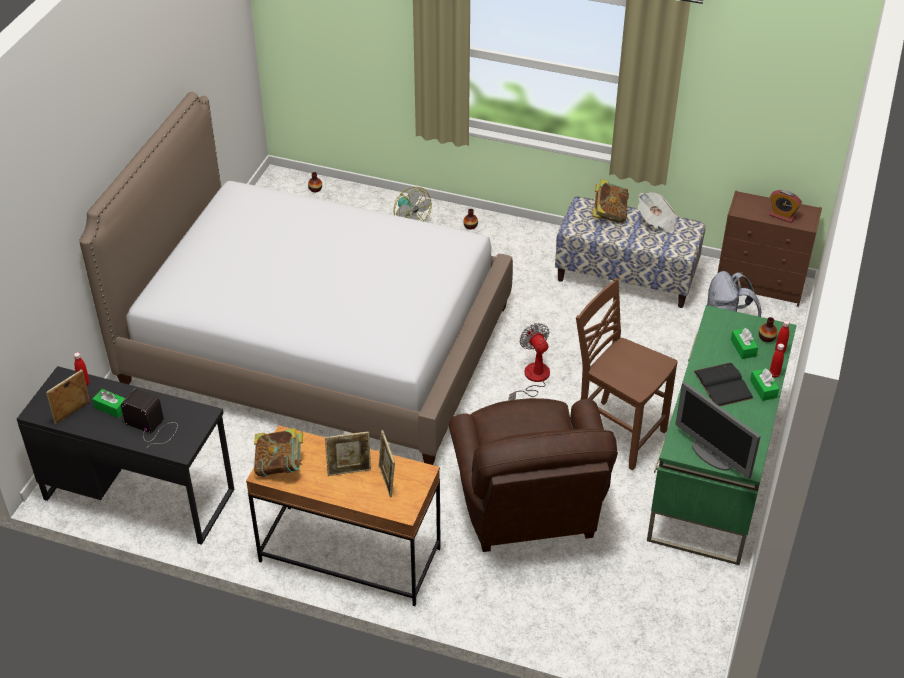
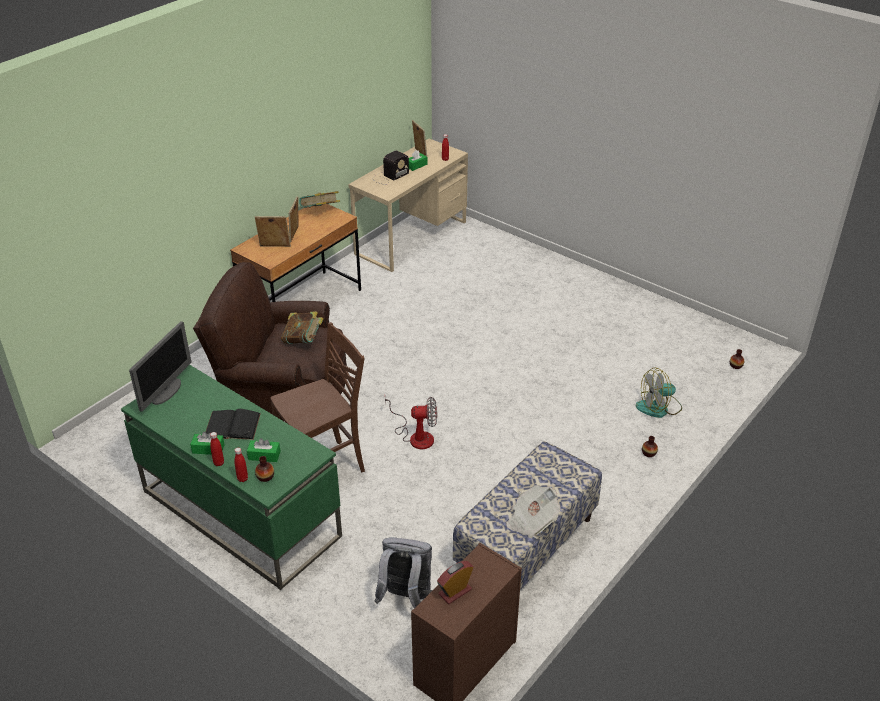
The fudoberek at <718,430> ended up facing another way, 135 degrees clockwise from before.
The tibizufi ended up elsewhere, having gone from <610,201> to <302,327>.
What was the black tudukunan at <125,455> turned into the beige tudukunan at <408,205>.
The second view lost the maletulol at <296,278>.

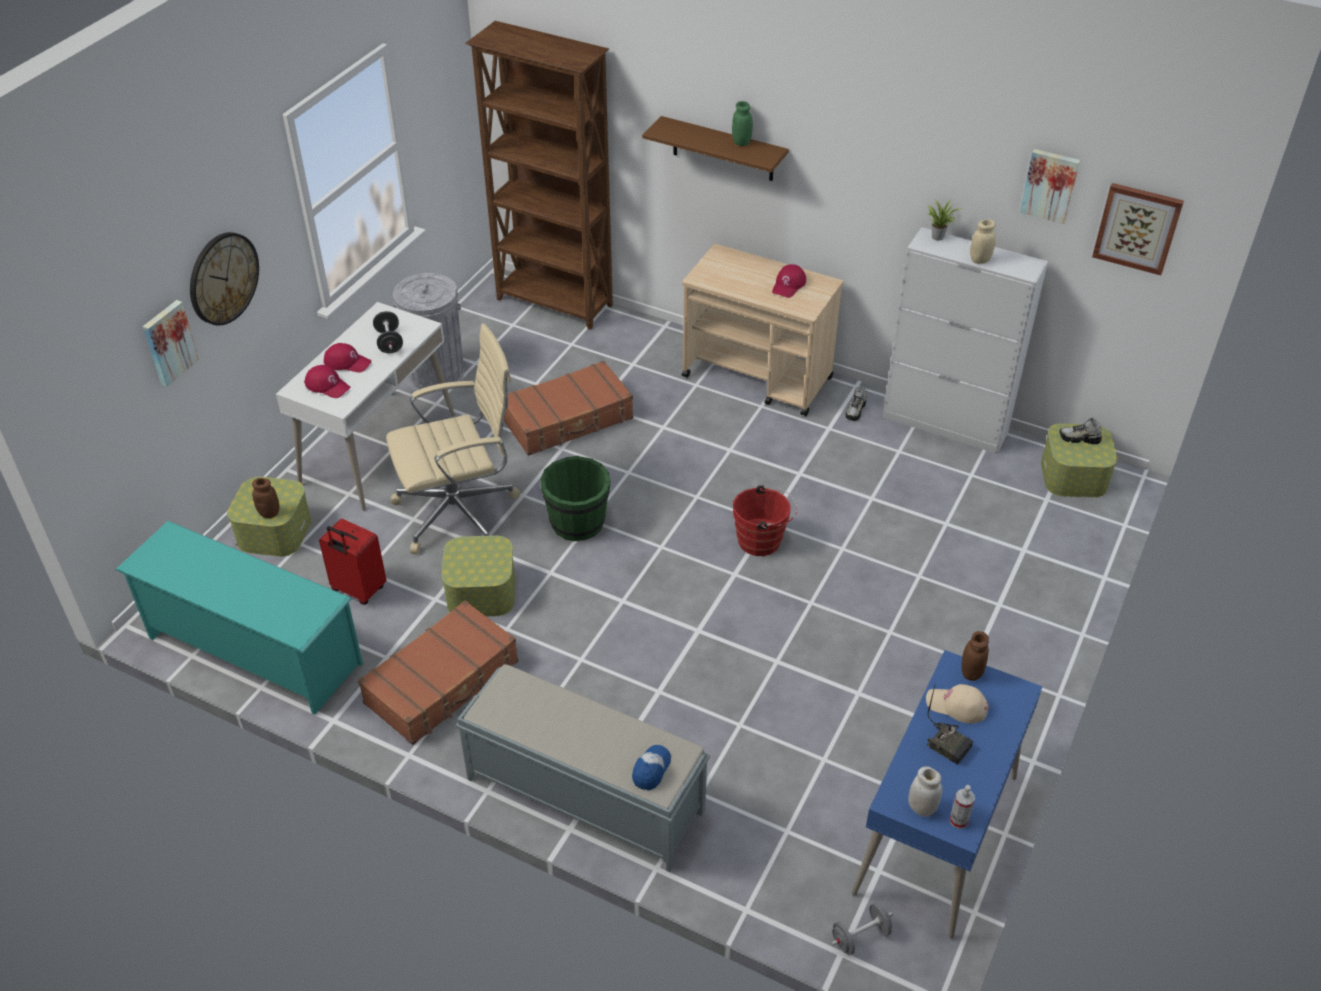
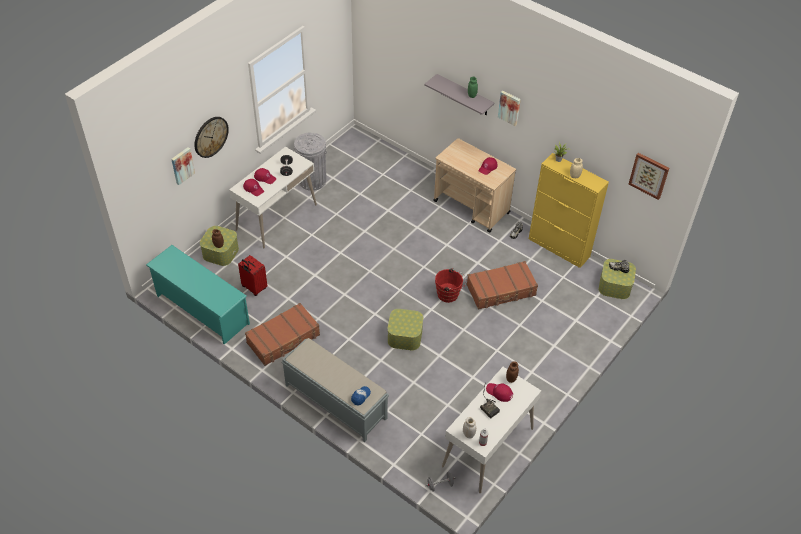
The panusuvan ended up elsewhere, having gone from <478,576> to <405,329>.
What was the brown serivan at <715,148> turned into the grey serivan at <459,94>.
What was the blue tudukunan at <947,794> turned into the white tudukunan at <491,430>.
The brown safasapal ended up elsewhere, having gone from <568,408> to <502,285>.
What was the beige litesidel at <957,703> turned into the red litesidel at <499,392>.
The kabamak ended up elsewhere, having gone from <1050,186> to <509,108>.
What was the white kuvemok at <965,340> turned into the yellow kuvemok at <569,210>.
The second view lost the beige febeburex at <453,438>.
The second view lost the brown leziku at <539,175>.
The second view lost the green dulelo at <575,498>.

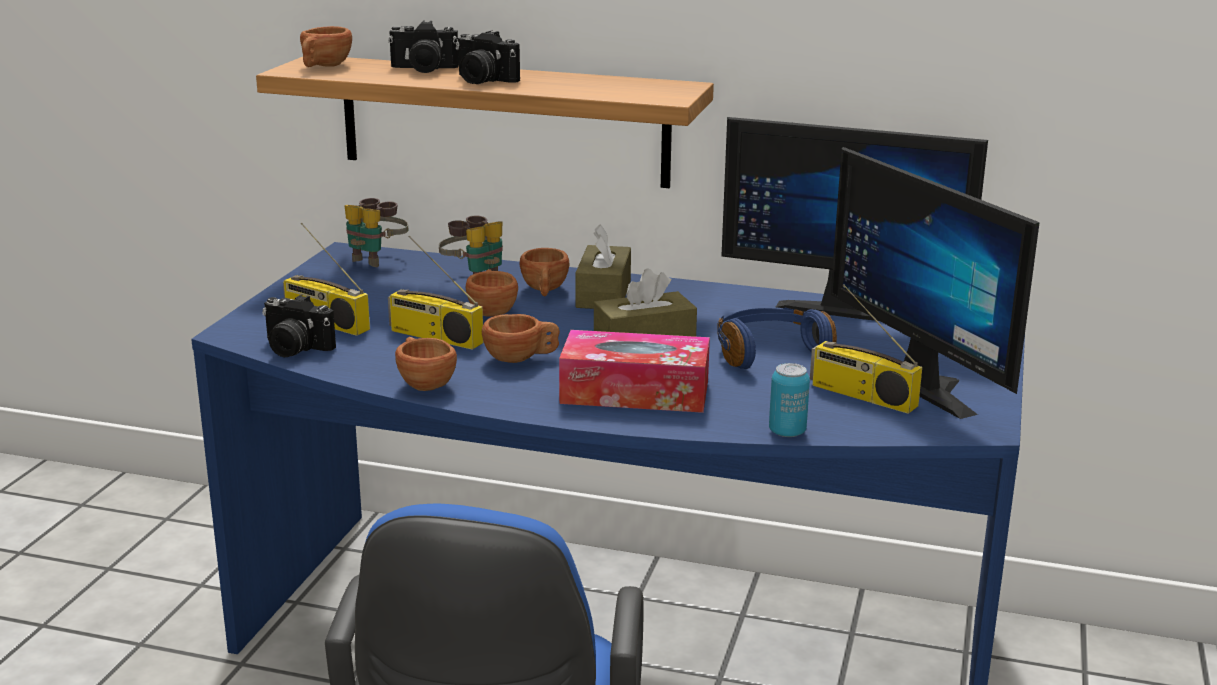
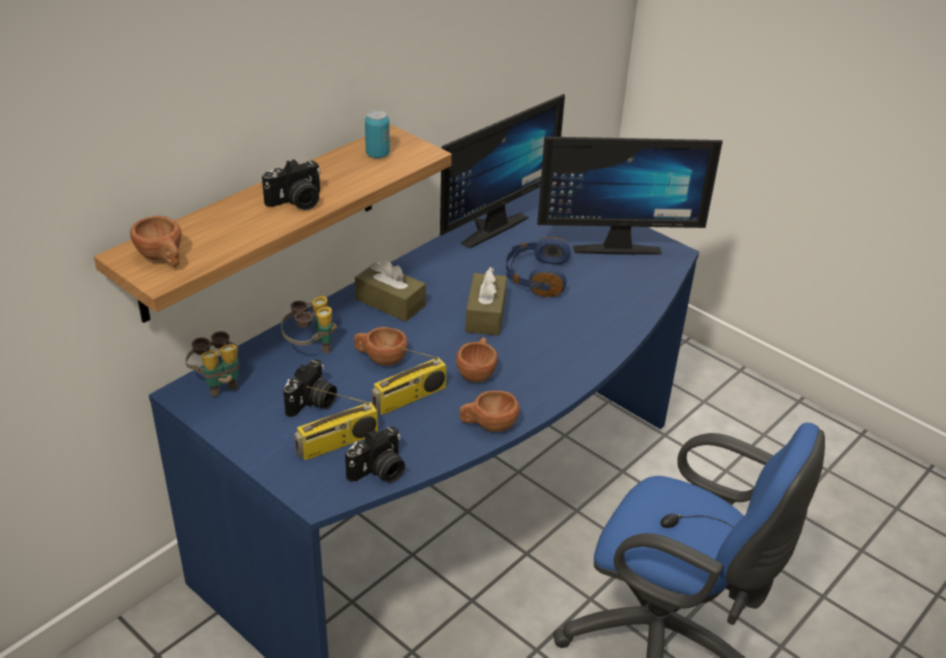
The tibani ended up elsewhere, having gone from <423,47> to <310,388>.
The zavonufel ended up elsewhere, having gone from <789,400> to <377,134>.
The second view lost the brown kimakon at <544,272>.
The second view lost the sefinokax at <634,371>.
The second view lost the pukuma at <866,349>.

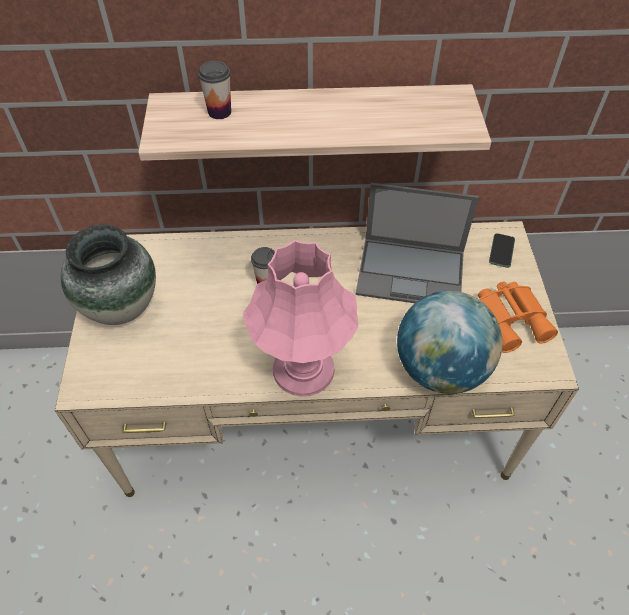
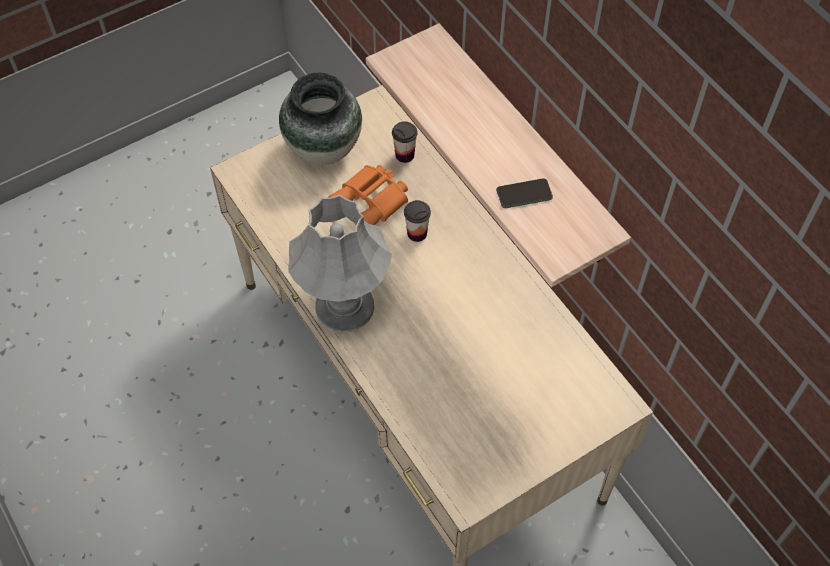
What was the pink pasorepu at <300,318> turned into the grey pasorepu at <340,263>.
The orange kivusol ended up elsewhere, having gone from <518,317> to <367,195>.
The kimakon ended up elsewhere, having gone from <214,90> to <405,142>.
The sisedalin ended up elsewhere, having gone from <502,250> to <524,193>.
The second view lost the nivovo at <417,243>.
The second view lost the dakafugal at <450,342>.

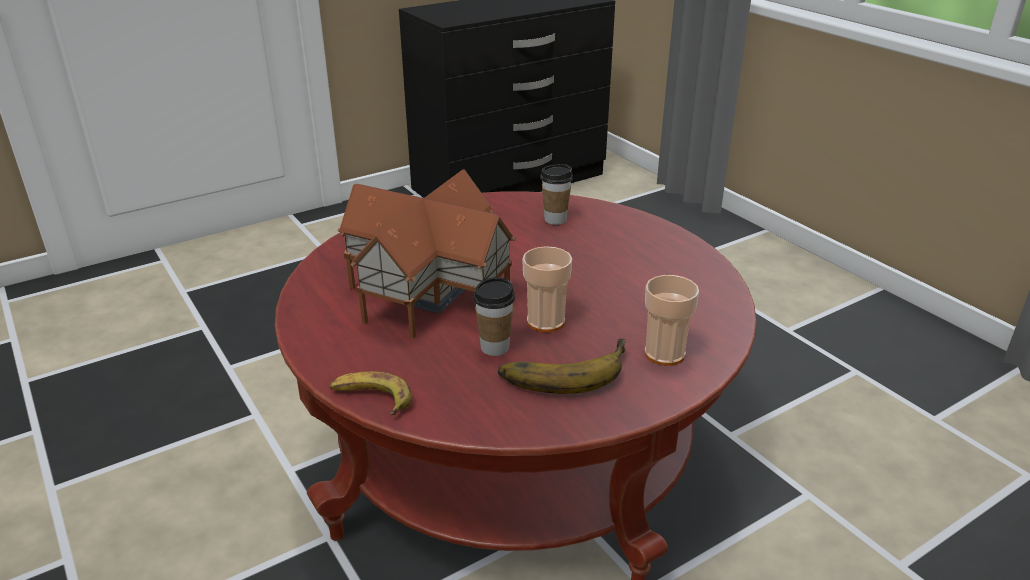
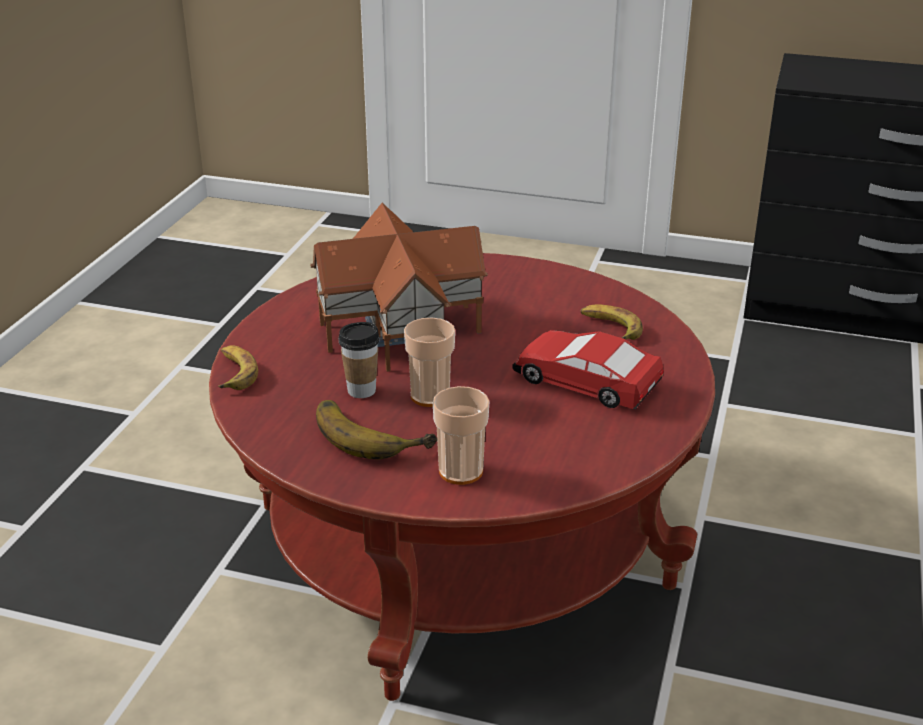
The second view gained the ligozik at <588,369>.
Where the kimakon stood at <557,194>, the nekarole came to stand at <611,322>.

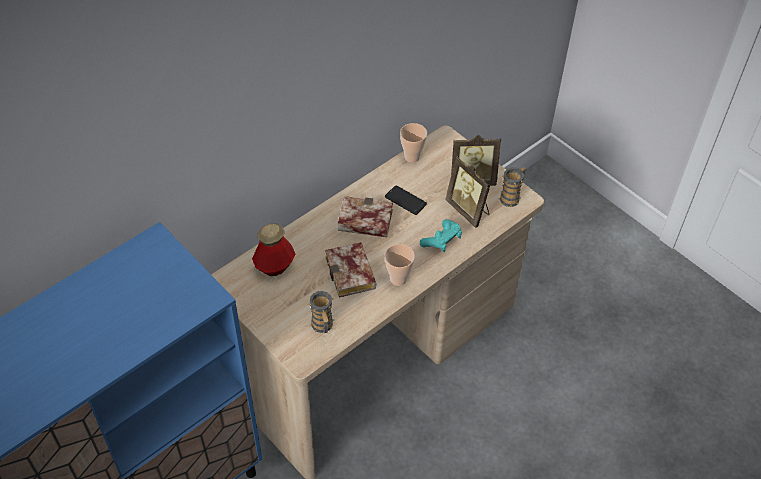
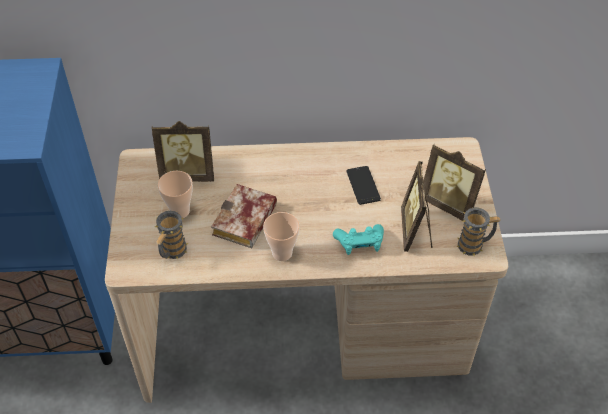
Where the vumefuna stood at <273,249>, the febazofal came to stand at <183,151>.
The kimakon ended up elsewhere, having gone from <413,143> to <175,194>.
The second view lost the tibizufi at <365,216>.

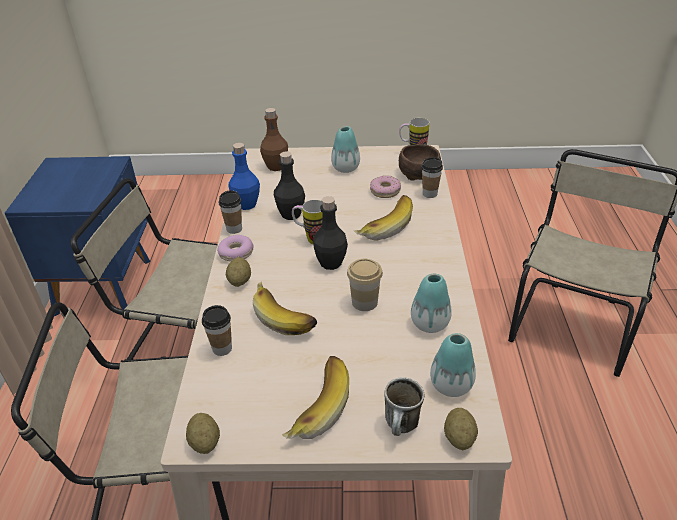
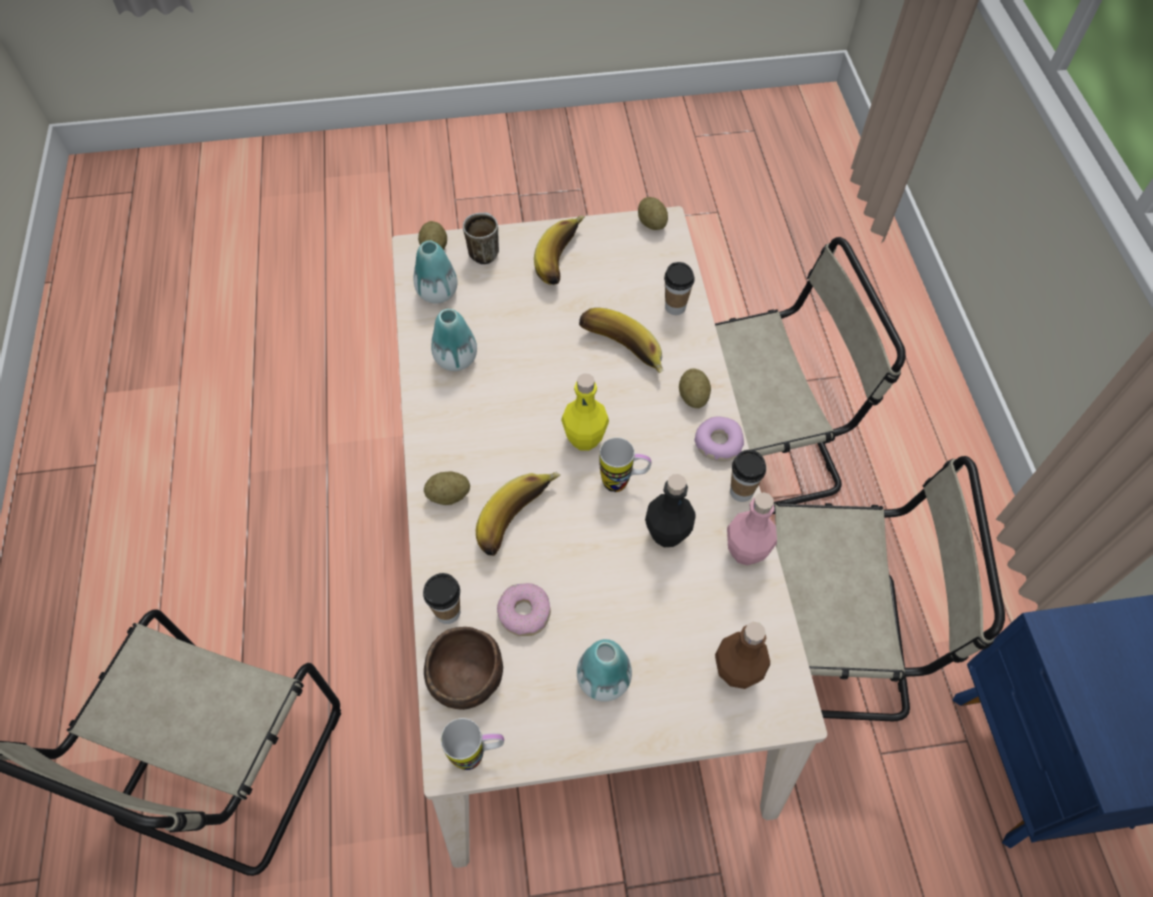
The second view gained the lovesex at <447,488>.
What was the black vumefuna at <330,233> turned into the yellow vumefuna at <585,412>.
What was the blue vumefuna at <244,176> turned into the pink vumefuna at <752,528>.
The second view lost the kimakon at <365,285>.

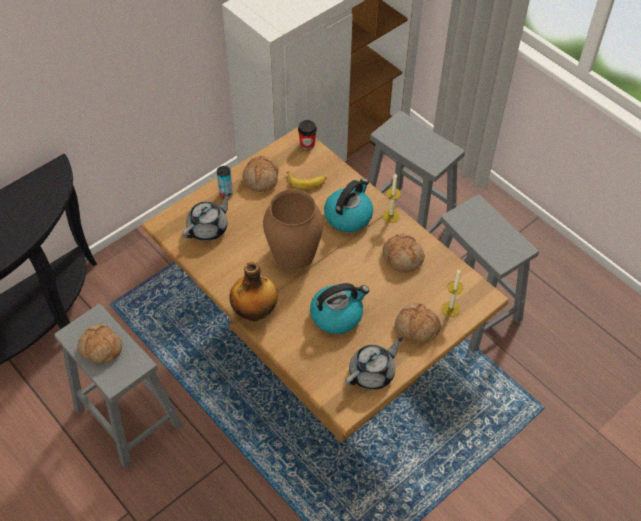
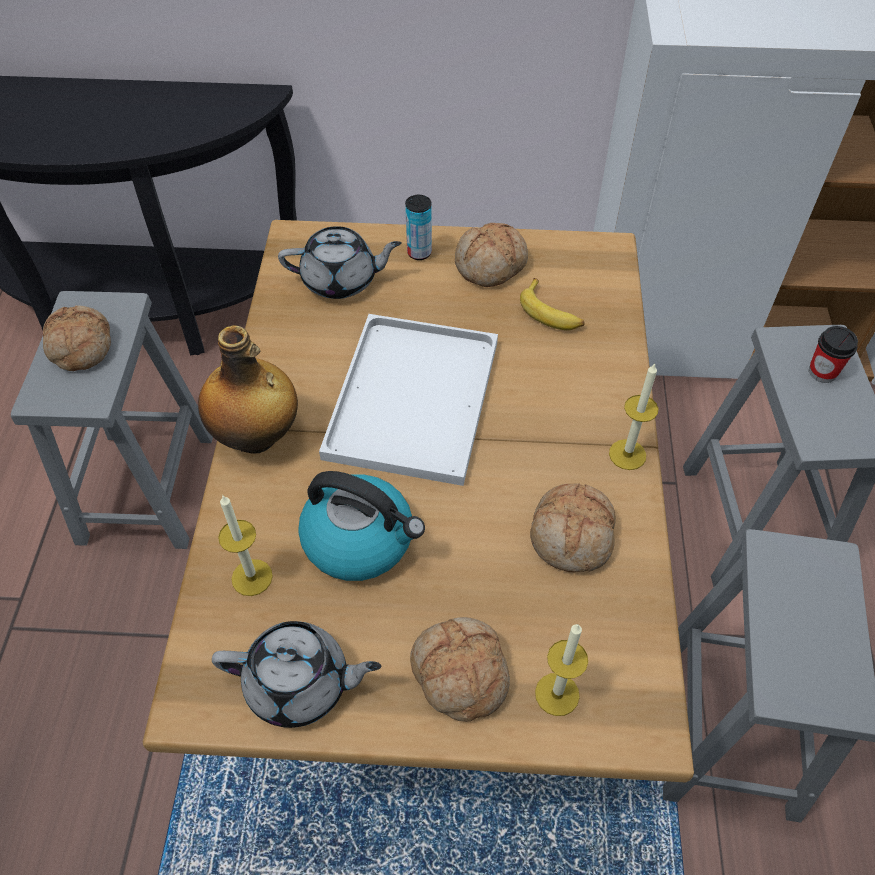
The second view gained the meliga at <245,546>.
Where the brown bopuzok stood at <293,229>, the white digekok came to stand at <408,400>.
The kimakon ended up elsewhere, having gone from <307,135> to <833,354>.
The second view lost the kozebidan at <348,205>.

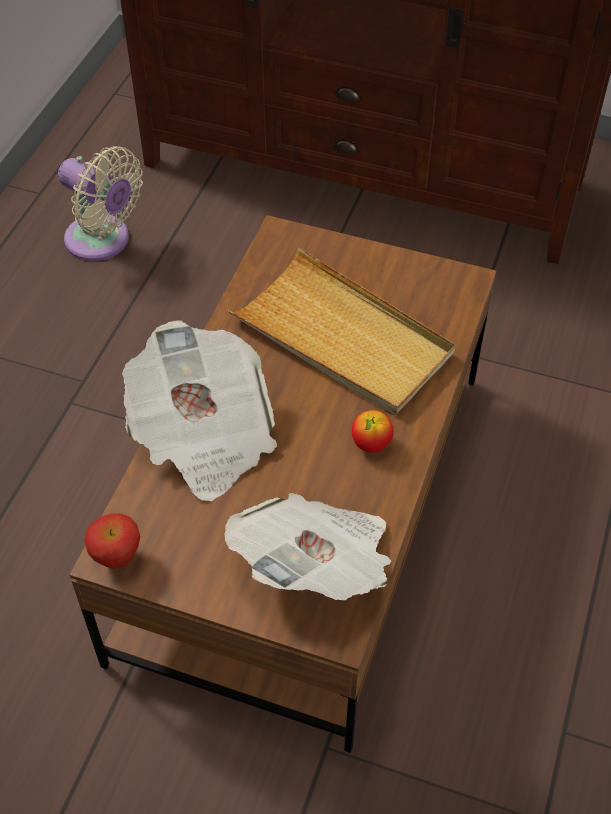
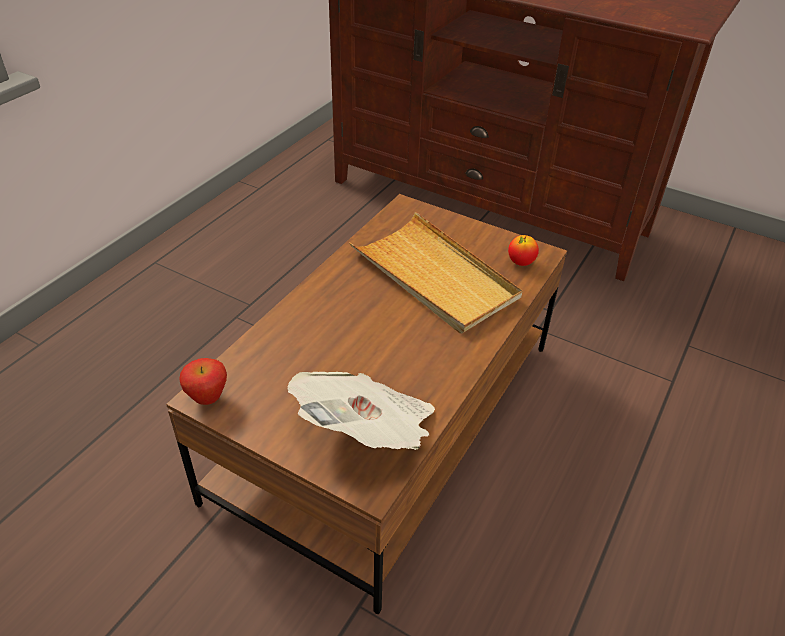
The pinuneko ended up elsewhere, having gone from <373,431> to <523,250>.
The second view lost the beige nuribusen at <100,203>.
The second view lost the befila at <199,410>.

